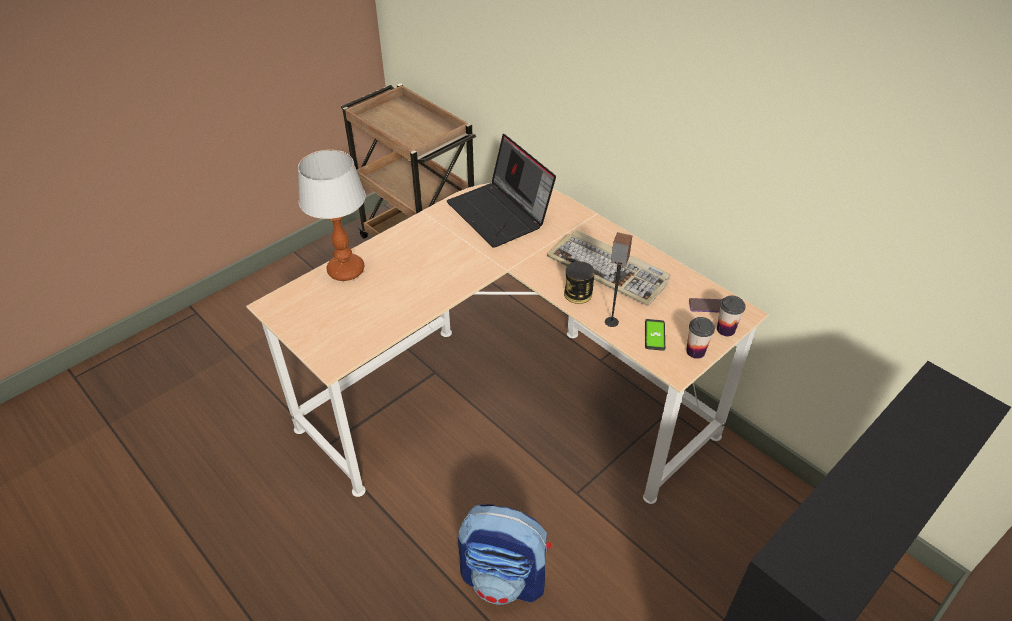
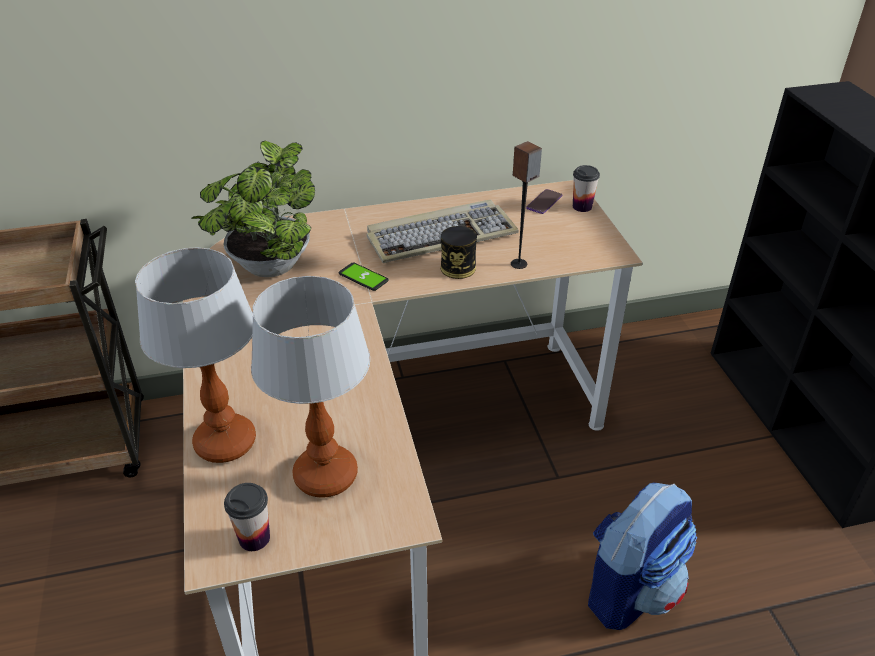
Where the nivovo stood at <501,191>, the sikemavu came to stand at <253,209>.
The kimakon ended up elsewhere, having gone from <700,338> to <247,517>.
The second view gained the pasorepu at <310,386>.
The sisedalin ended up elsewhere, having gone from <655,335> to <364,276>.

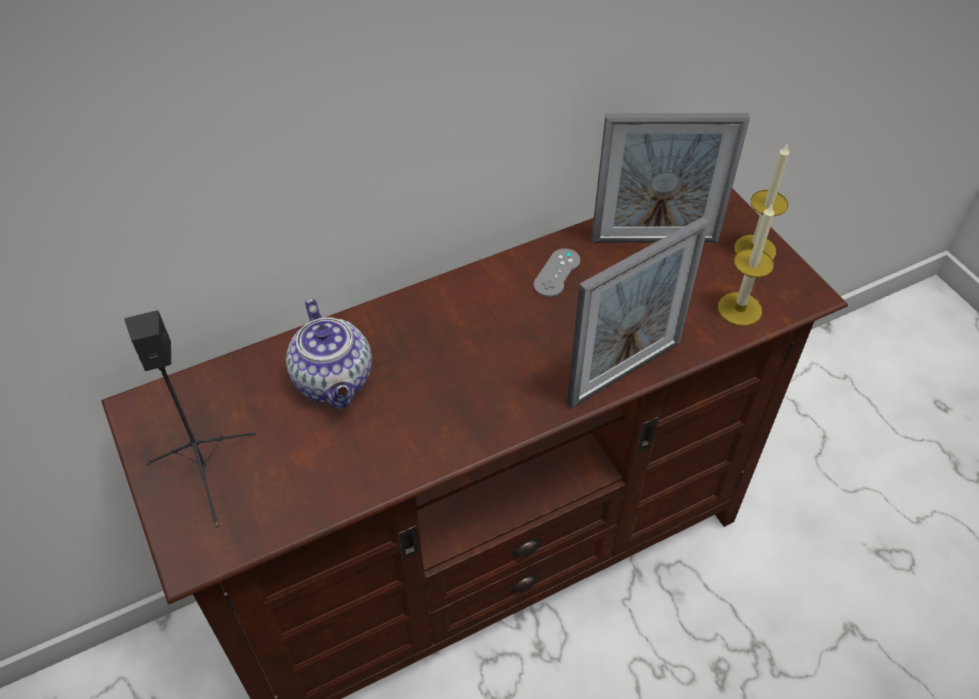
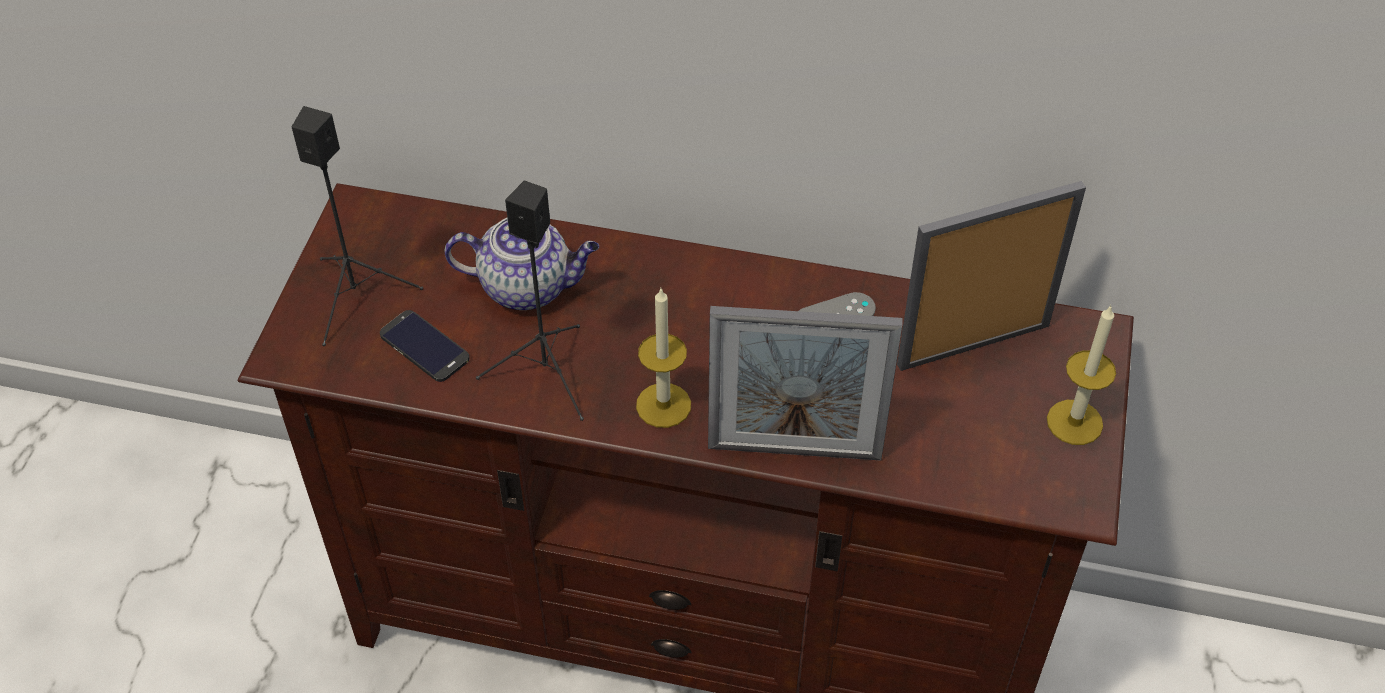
The second view gained the sisedalin at <425,346>.
The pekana at <329,354> ended up facing another way, 105 degrees counterclockwise from before.
The second view gained the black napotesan at <530,300>.
The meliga ended up elsewhere, having gone from <746,265> to <663,358>.
The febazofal at <670,178> ended up facing another way, 120 degrees clockwise from before.

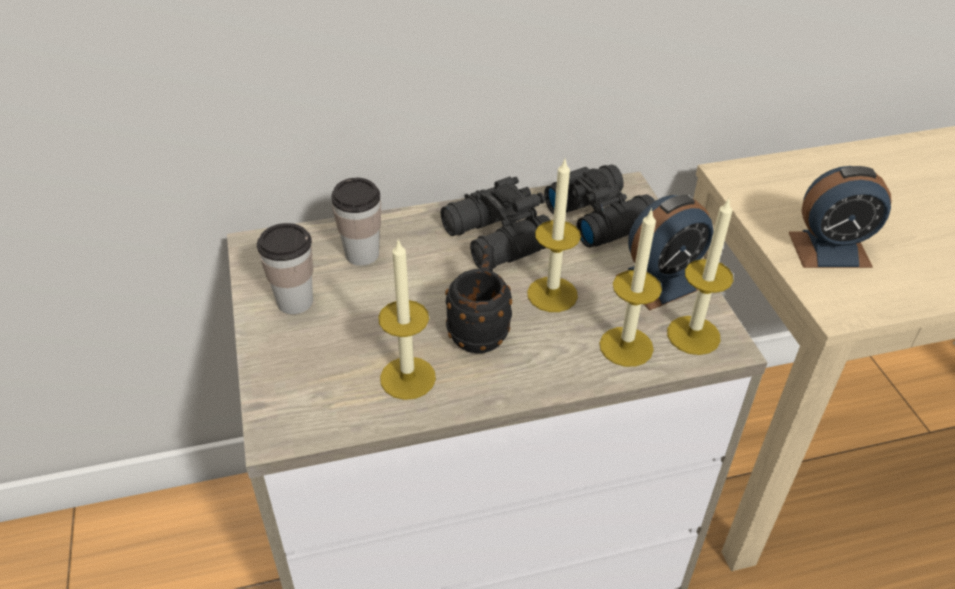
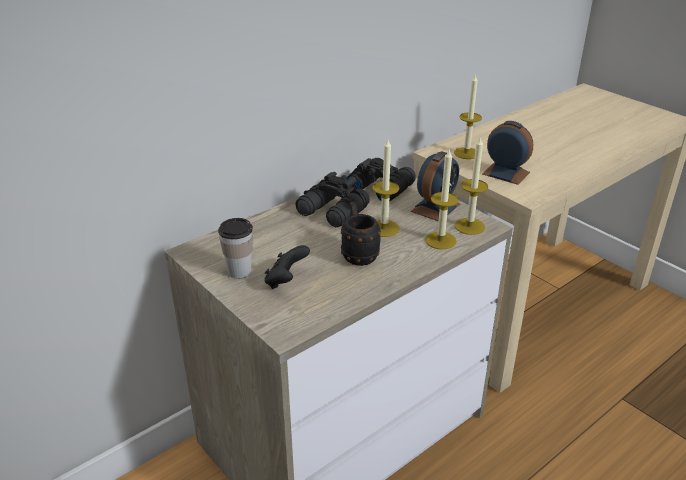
The second view gained the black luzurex at <287,267>.
The meliga ended up elsewhere, having gone from <407,319> to <468,116>.
The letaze at <840,217> ended up facing another way, 120 degrees counterclockwise from before.
The second view lost the kimakon at <356,222>.

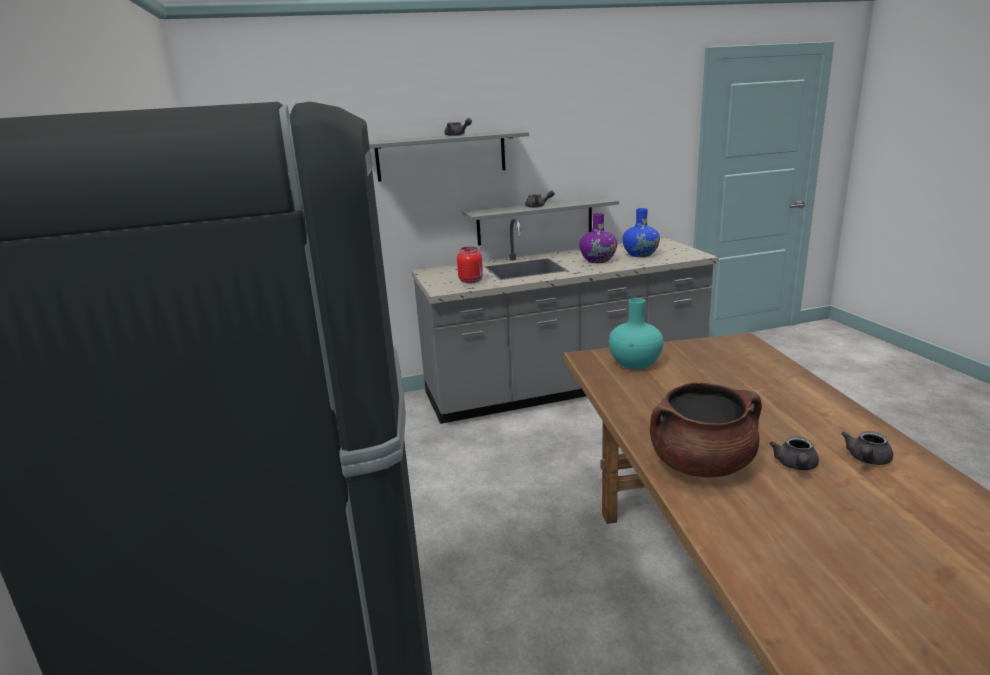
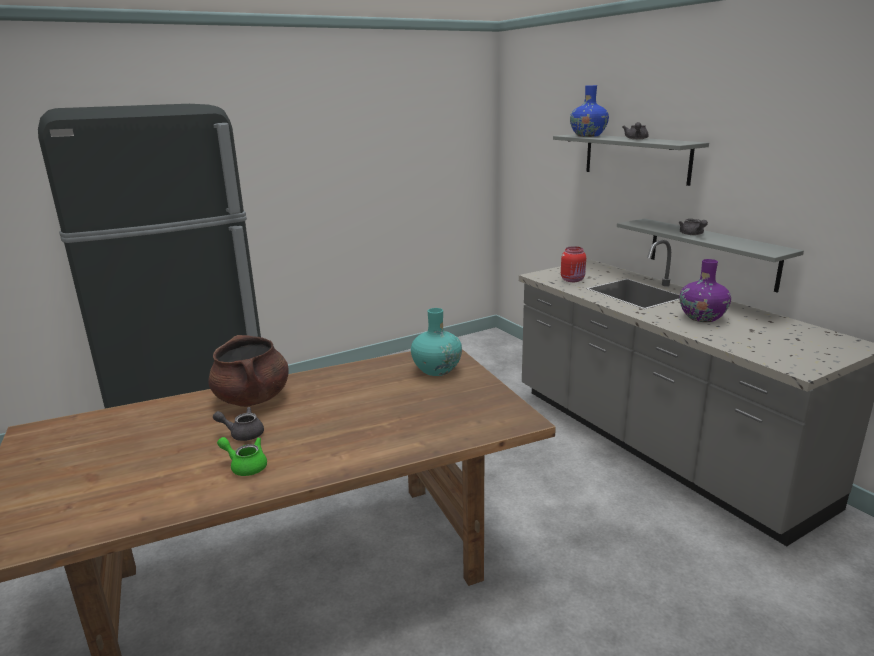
What was the grey pekana at <867,448> turned into the green pekana at <242,456>.
The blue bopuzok ended up elsewhere, having gone from <641,232> to <589,111>.

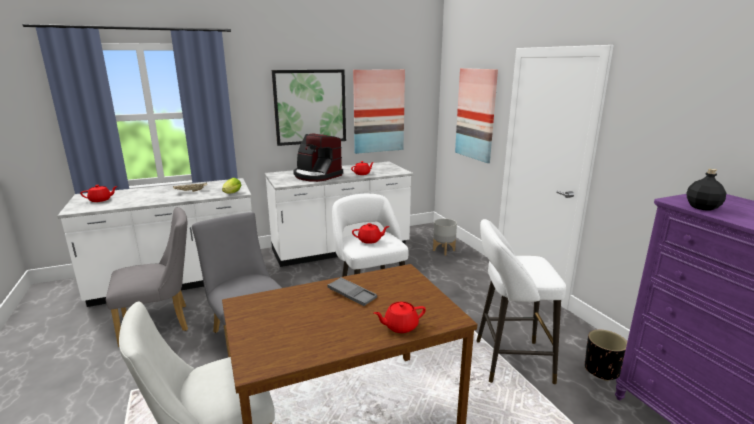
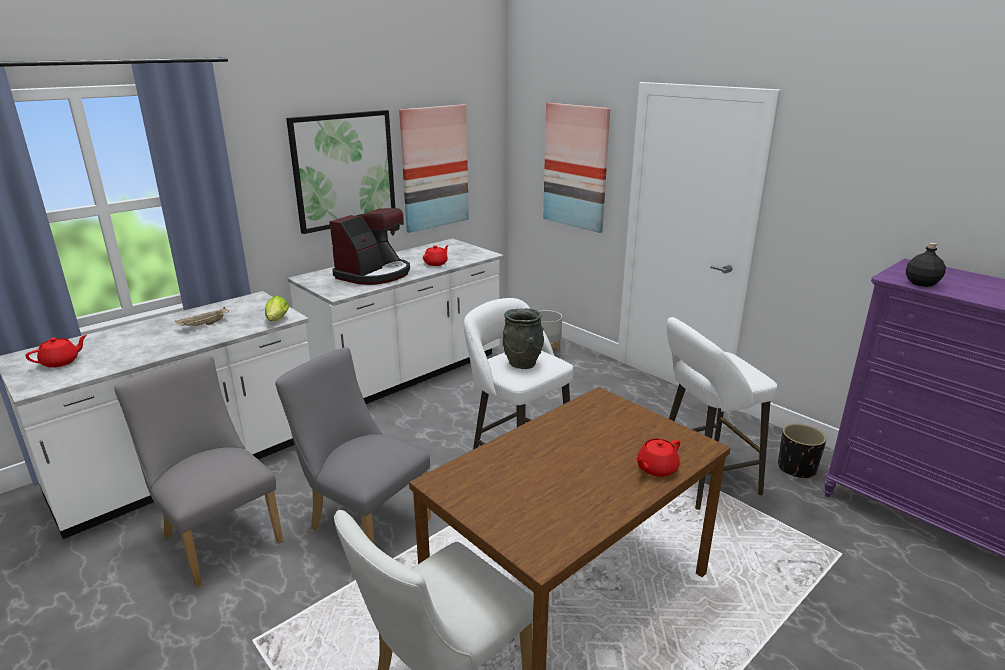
The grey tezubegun at <147,277> ended up facing another way, 90 degrees counterclockwise from before.
The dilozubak at <318,157> ended up facing another way, 75 degrees counterclockwise from before.
Where the red pekana stood at <370,233>, the grey bopuzok came to stand at <523,338>.
The second view lost the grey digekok at <352,291>.

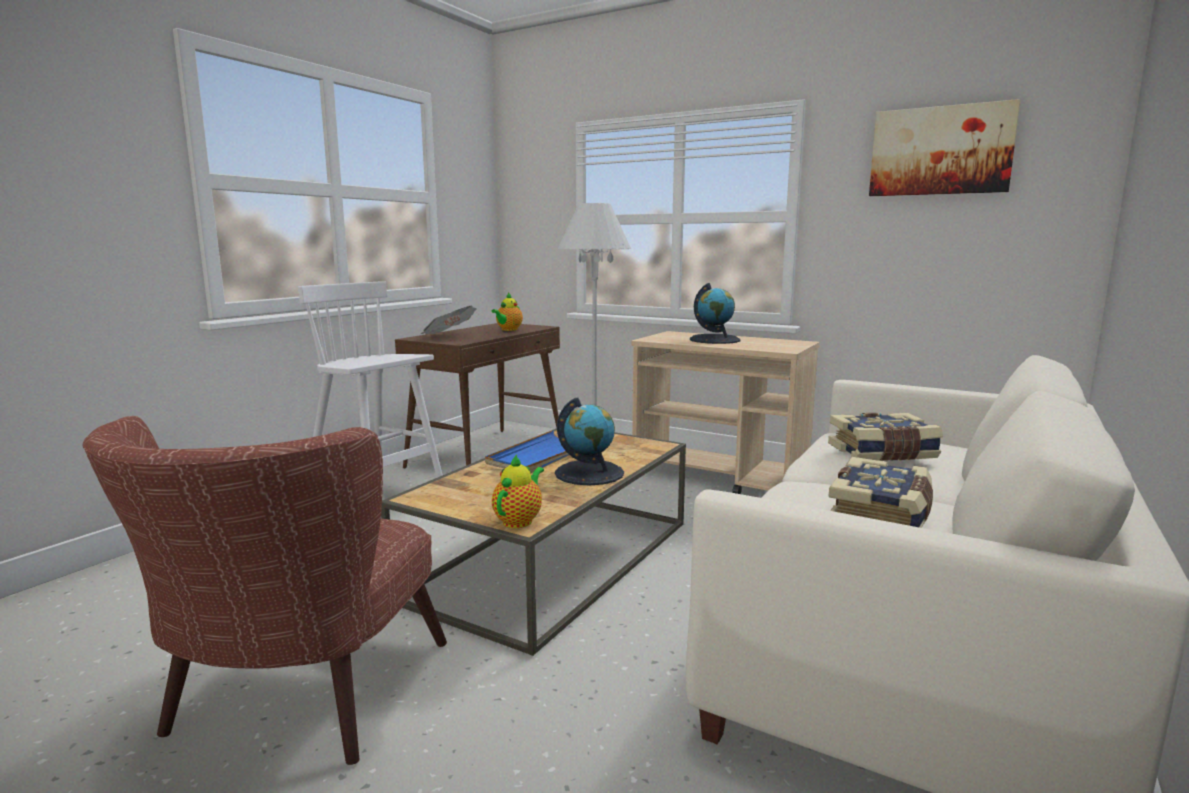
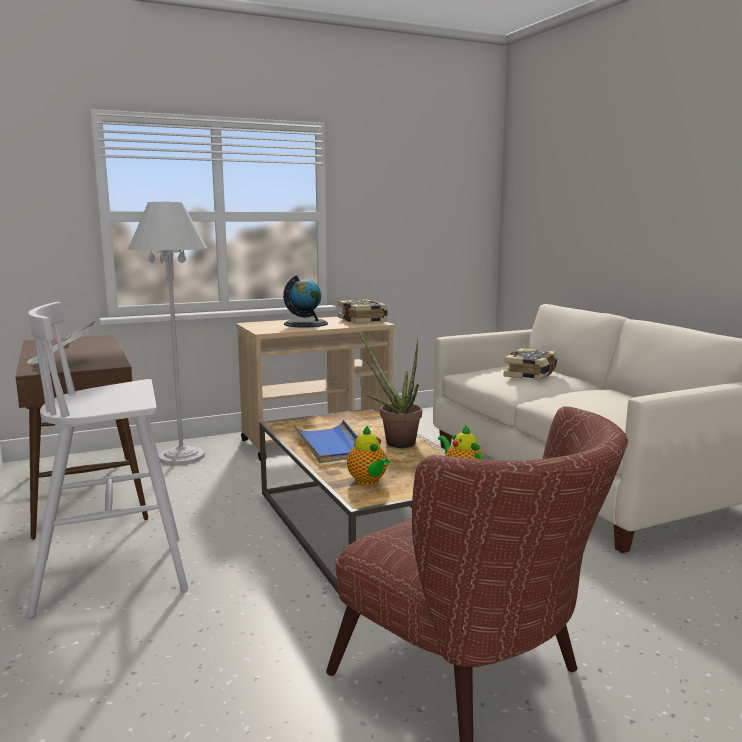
The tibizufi ended up elsewhere, having gone from <881,492> to <363,311>.
The pekana ended up elsewhere, having gone from <507,312> to <368,455>.
Where the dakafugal stood at <589,442>, the sikemavu came to stand at <390,390>.
The second view lost the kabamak at <945,147>.

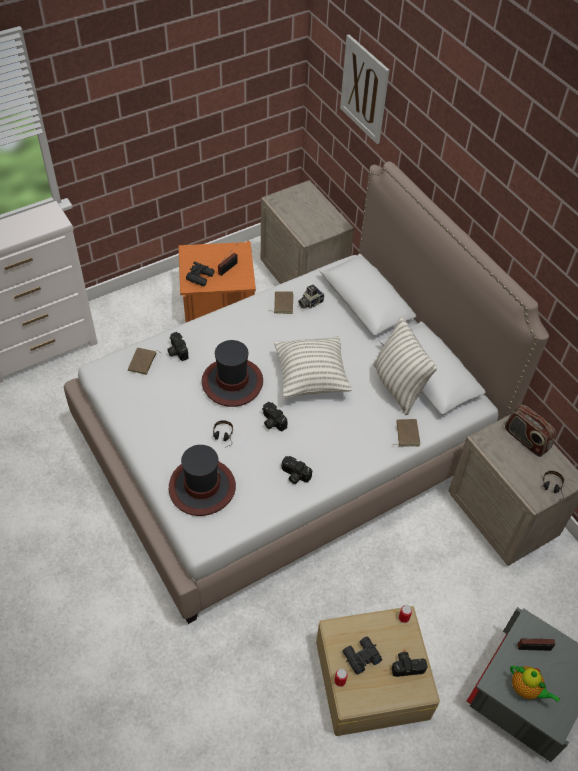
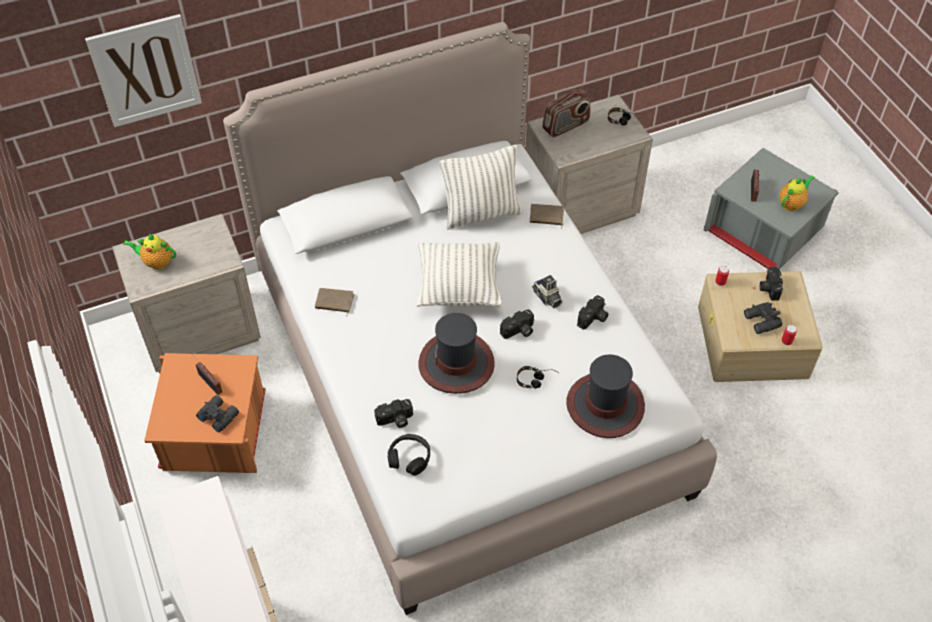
The second view gained the pekana at <149,251>.
Where the brown tibizufi stood at <144,361>, the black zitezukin came to stand at <409,455>.
The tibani ended up elsewhere, having gone from <311,297> to <547,292>.

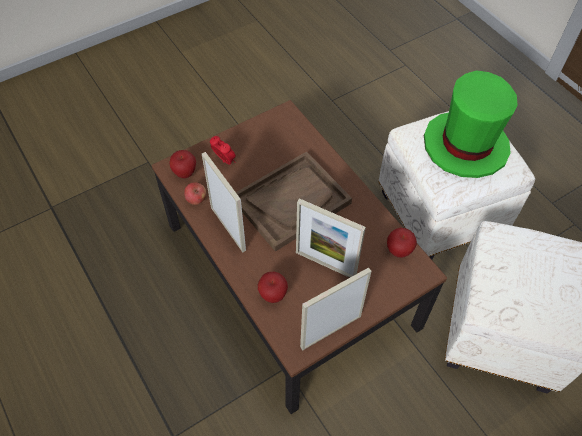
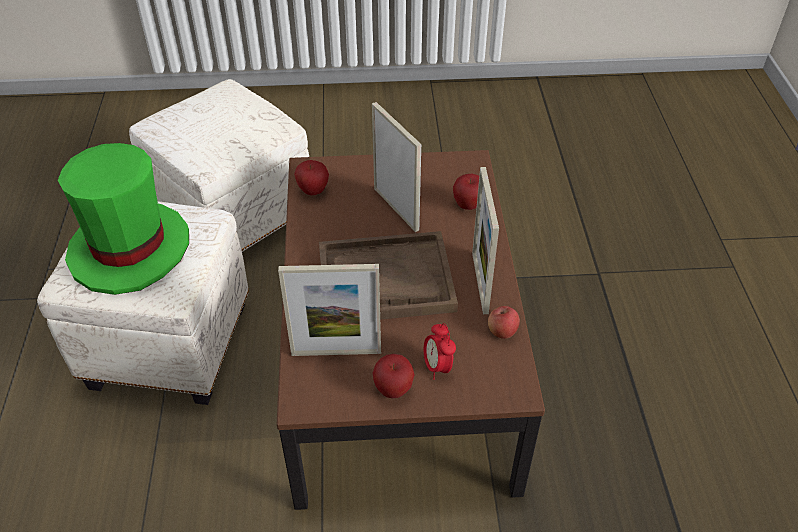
The febazofal ended up elsewhere, having gone from <336,309> to <329,310>.
The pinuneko ended up elsewhere, having gone from <182,164> to <393,376>.

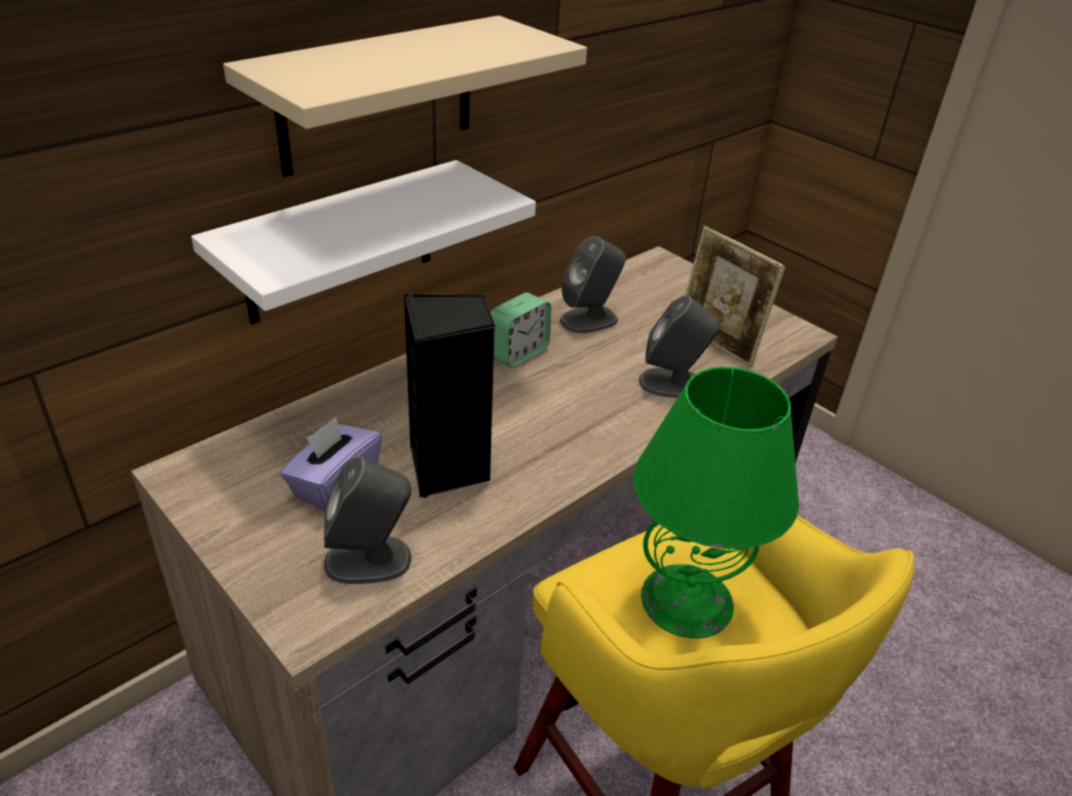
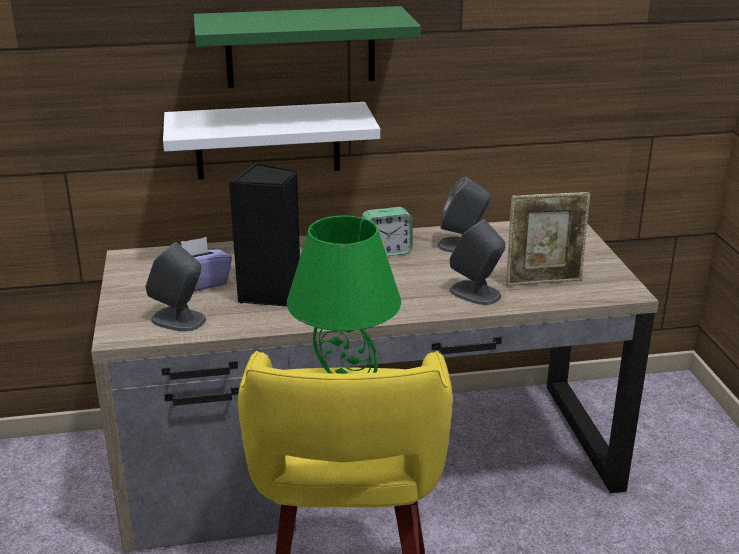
What was the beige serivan at <405,96> turned into the green serivan at <307,47>.
The febazofal at <736,296> ended up facing another way, 90 degrees counterclockwise from before.

